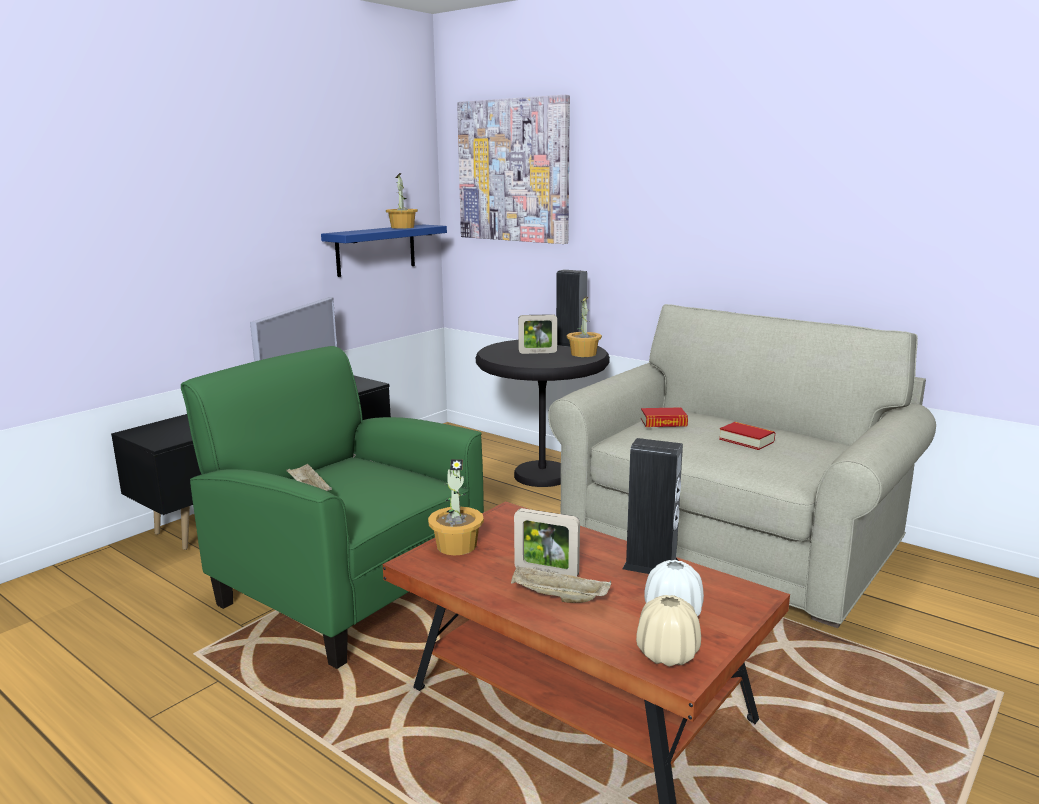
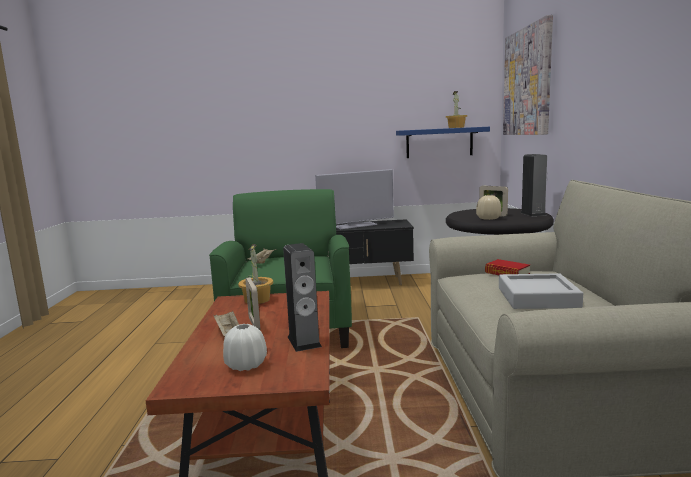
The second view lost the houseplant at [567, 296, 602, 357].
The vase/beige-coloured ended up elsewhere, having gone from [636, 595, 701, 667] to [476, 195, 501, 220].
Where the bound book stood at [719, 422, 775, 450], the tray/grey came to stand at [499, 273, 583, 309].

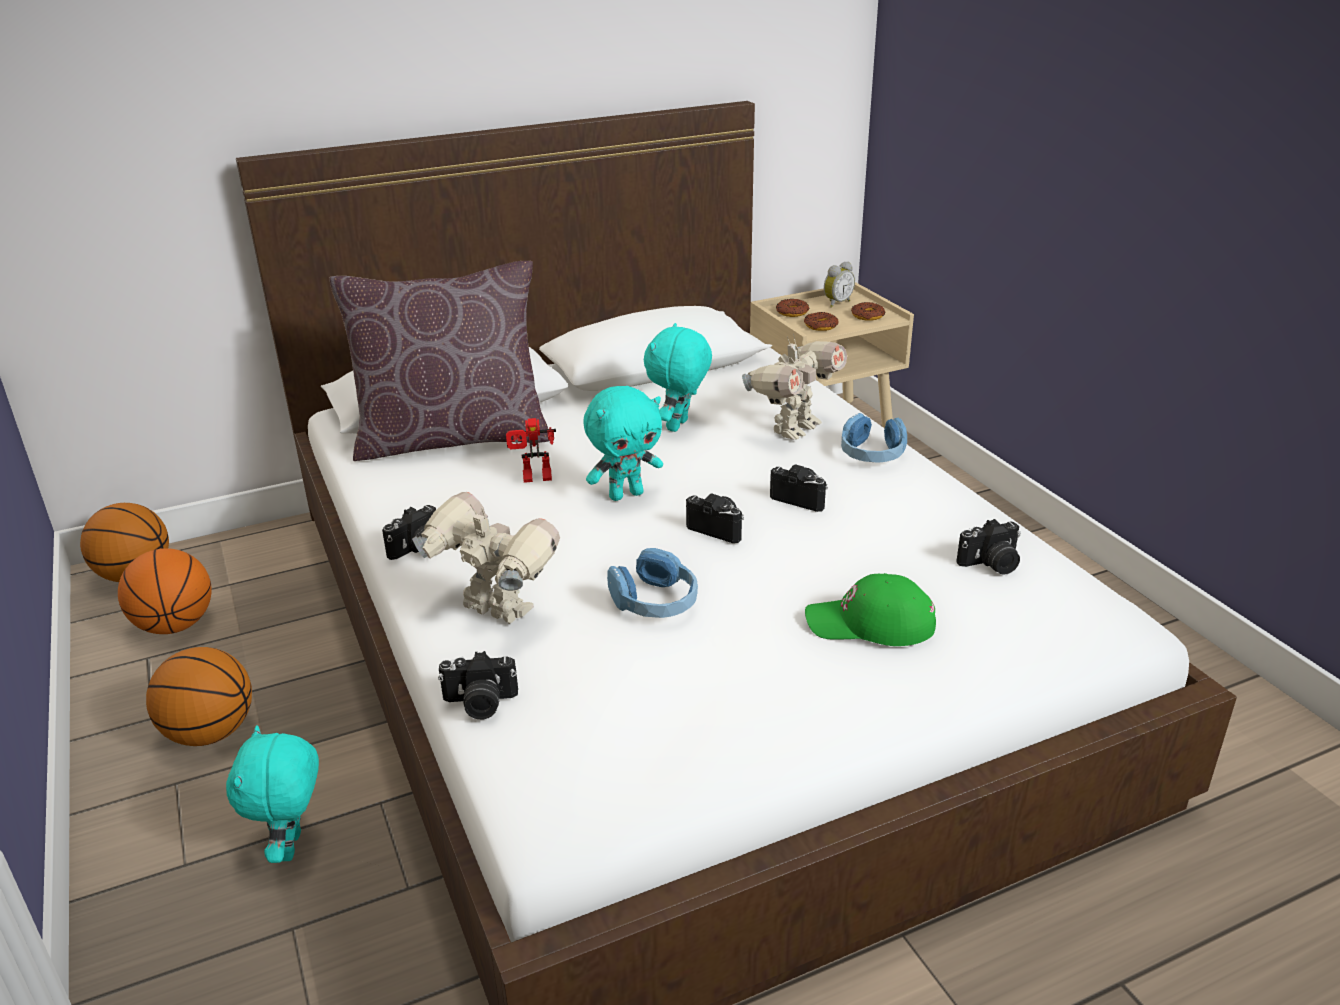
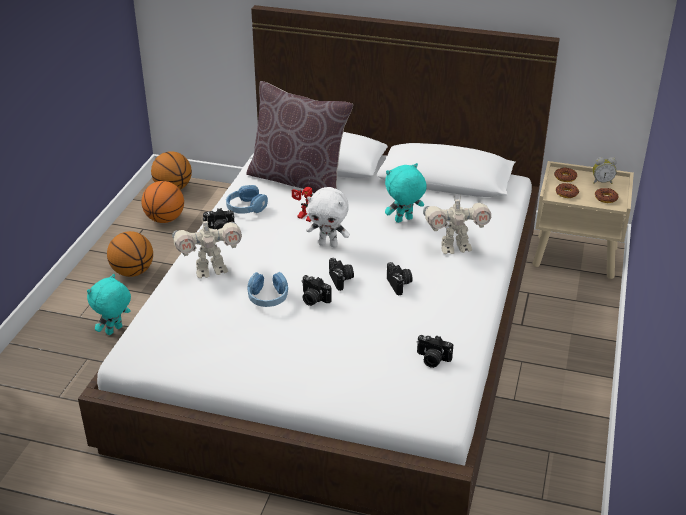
The second view lost the baseball cap/greenish at [805, 573, 936, 646].
The photo camera ended up elsewhere, having gone from [438, 651, 518, 719] to [302, 275, 332, 306].
The headset/bluish ended up elsewhere, having gone from [841, 413, 907, 462] to [226, 185, 268, 214].
What was the plush toy/turquoise-coloured at [584, 386, 663, 501] turned into the plush toy/white at [306, 187, 350, 247].
The robot figure at [412, 492, 560, 624] ended up facing another way, 90 degrees clockwise from before.

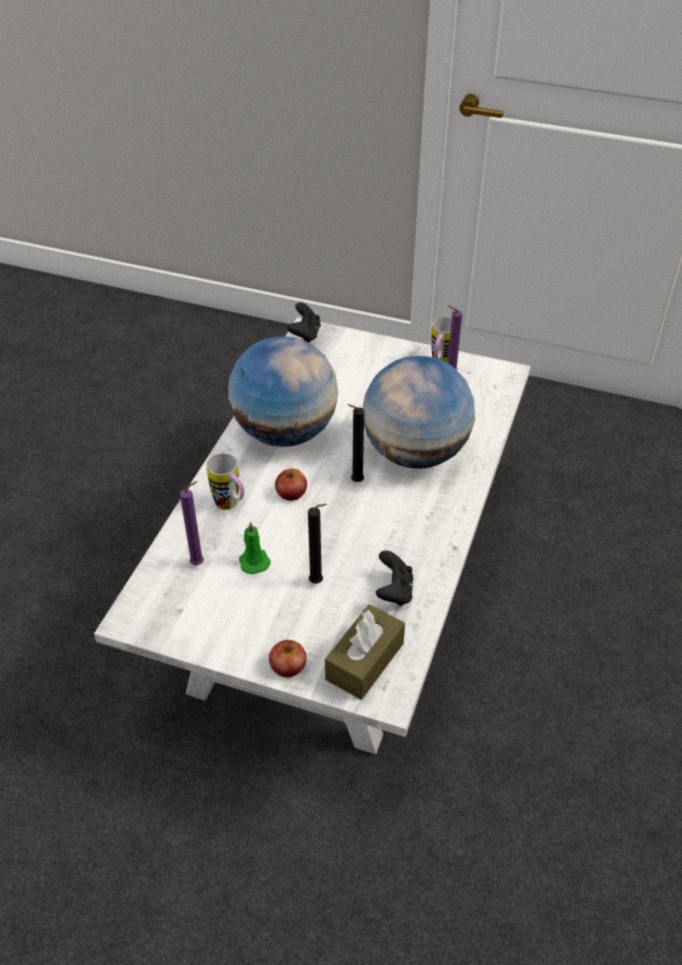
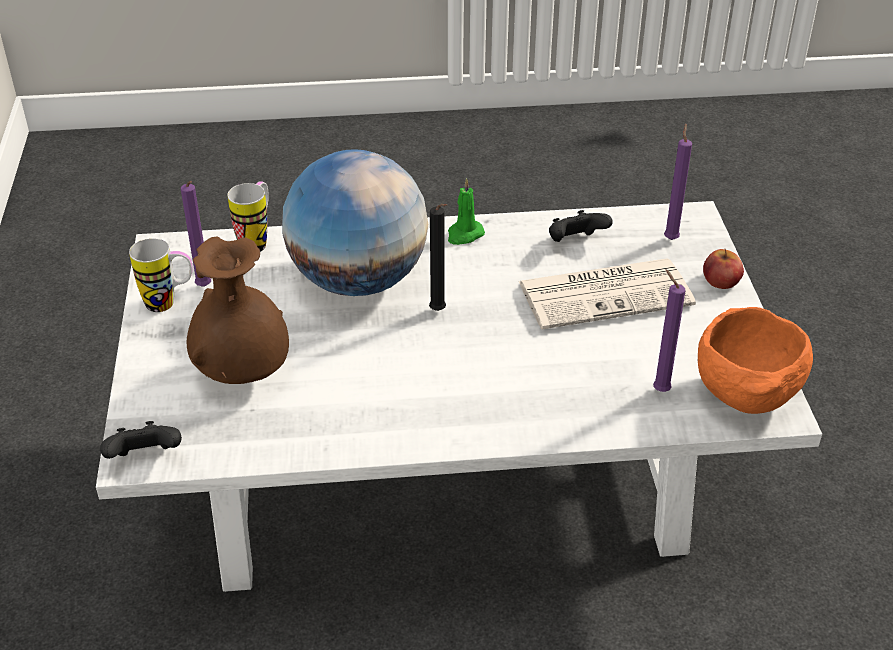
The second view lost the desk globe at [228, 336, 338, 447].
The second view lost the apple at [275, 469, 307, 501].
The second view gained the vase/brown-coloured at [187, 237, 289, 384].
The second view gained the serving bowl/orangey at [698, 307, 813, 414].
The mug ended up elsewhere, having gone from [206, 453, 244, 510] to [227, 181, 269, 252].
The wax light/greenish ended up elsewhere, having gone from [239, 522, 271, 574] to [448, 178, 485, 245].
Where the wax light/black-coloured stood at [308, 504, 327, 584], the daily paper came to stand at [519, 258, 696, 329].
Where the box of tissues/brown-coloured stood at [325, 605, 405, 700], the wax light/purple-coloured came to stand at [664, 124, 692, 240].

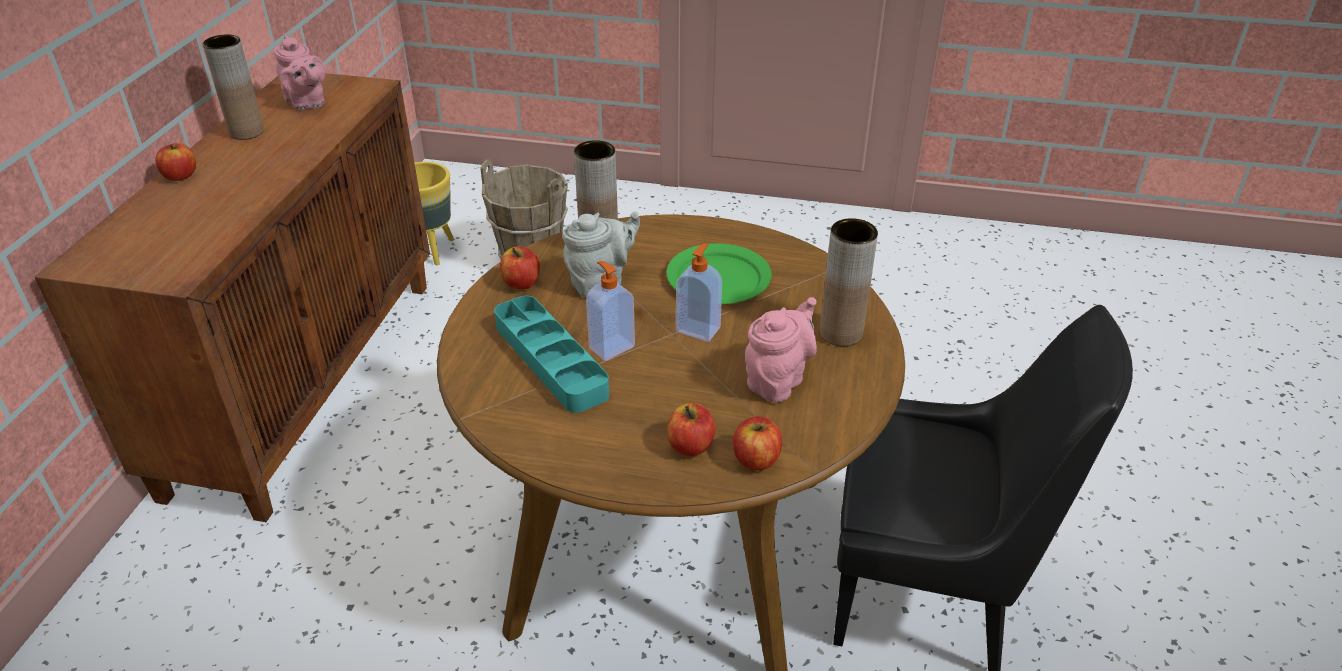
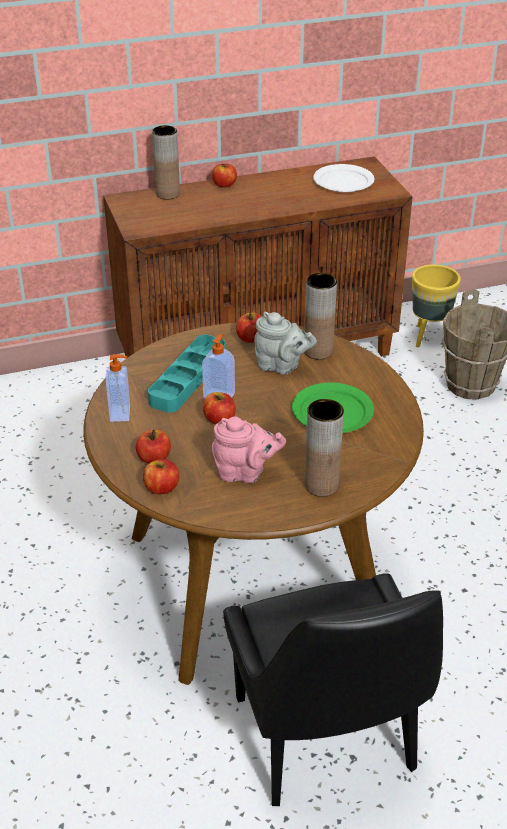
The second view gained the apple at [203, 392, 236, 424].
The vase/brown-coloured ended up elsewhere, having gone from [203, 34, 264, 140] to [152, 125, 180, 200].
The soap bottle ended up elsewhere, having gone from [676, 244, 722, 342] to [106, 354, 130, 422].
Where the pot for tea/pinkish stood at [274, 35, 325, 110], the plate/white came to stand at [313, 164, 374, 192].

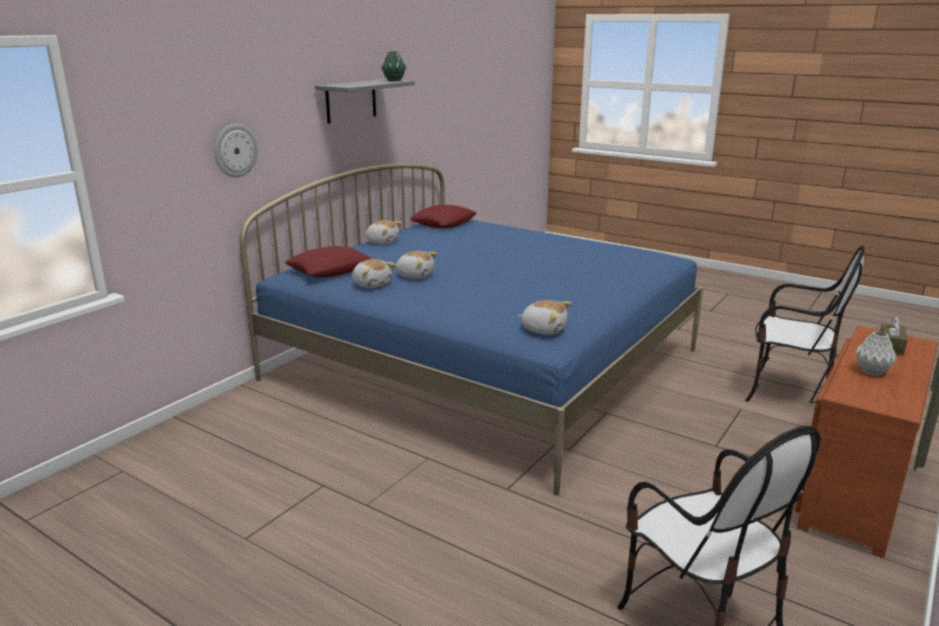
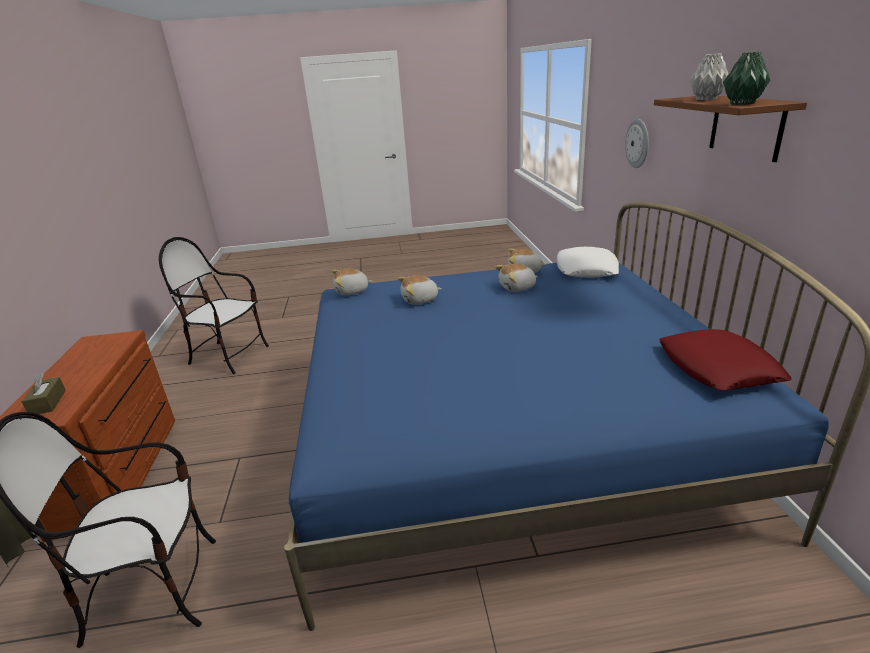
The plush toy ended up elsewhere, having gone from [365, 220, 402, 244] to [398, 275, 442, 305].
The vase/grey ended up elsewhere, having gone from [855, 331, 897, 376] to [690, 53, 729, 100].
What was the cushion/red at [285, 246, 372, 277] turned into the cushion/white at [557, 247, 619, 278].
What was the shelf/grey at [315, 79, 415, 124] turned into the shelf/brown-coloured at [654, 96, 807, 162].

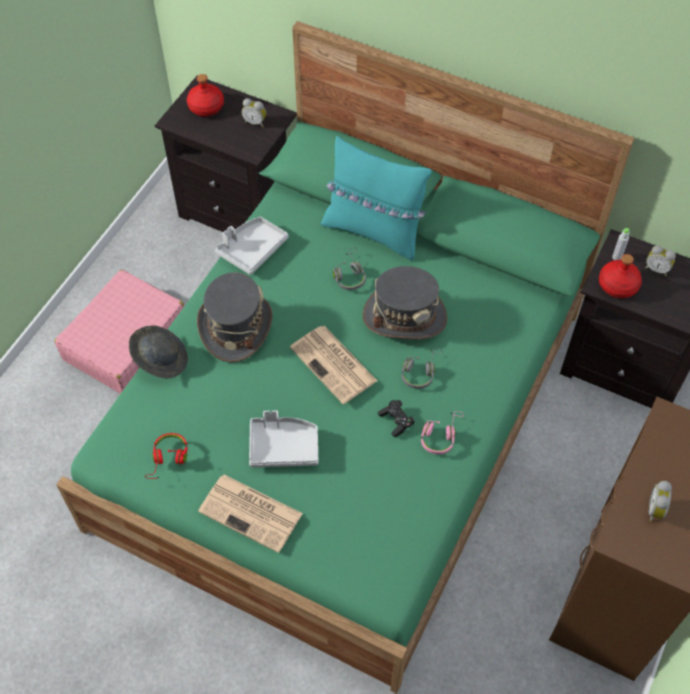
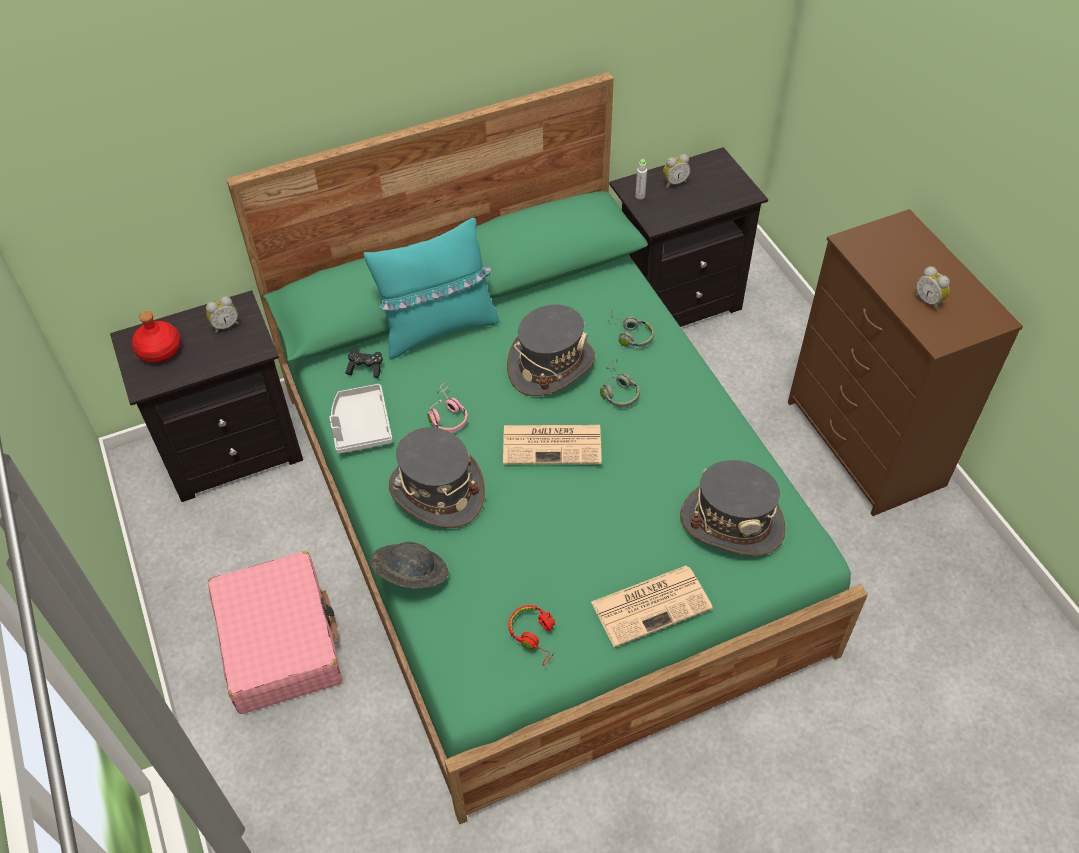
The second view lost the tray/grey at [249, 410, 318, 467].
The second view lost the beverage bottle/red at [599, 254, 642, 298].
The second view gained the wearable hat/grey at [680, 460, 785, 556].
The headset/grey ended up elsewhere, having gone from [333, 247, 366, 290] to [608, 310, 654, 347].
The joypad/black-coloured ended up elsewhere, having gone from [378, 400, 415, 437] to [346, 349, 383, 378].
The headset/pinkish ended up elsewhere, having gone from [421, 411, 464, 454] to [427, 383, 468, 432].

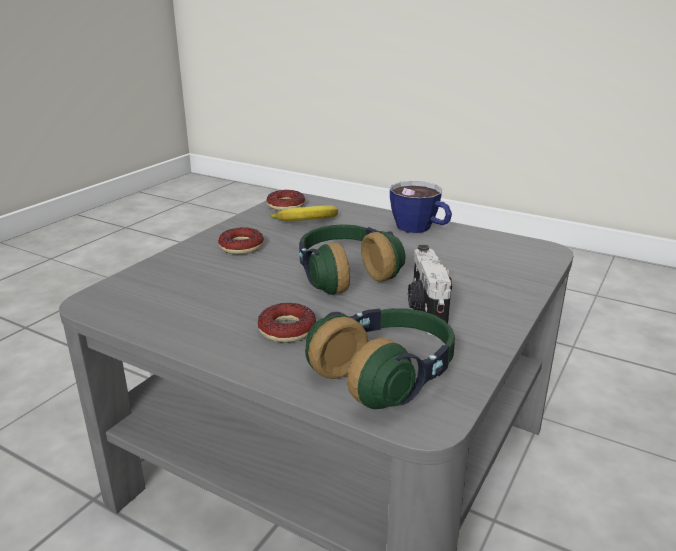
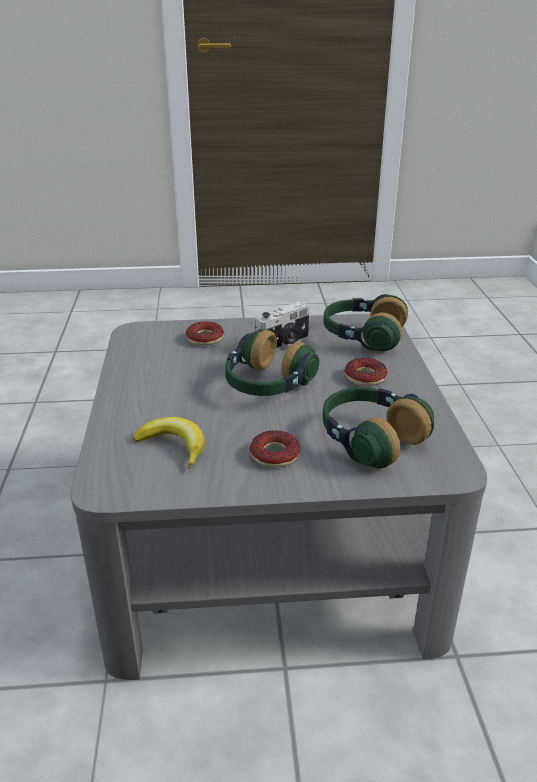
The second view lost the cup at [390, 181, 452, 233].
The second view gained the headset at [323, 387, 434, 469].
The doughnut ended up elsewhere, having gone from [267, 190, 305, 211] to [186, 321, 224, 346].

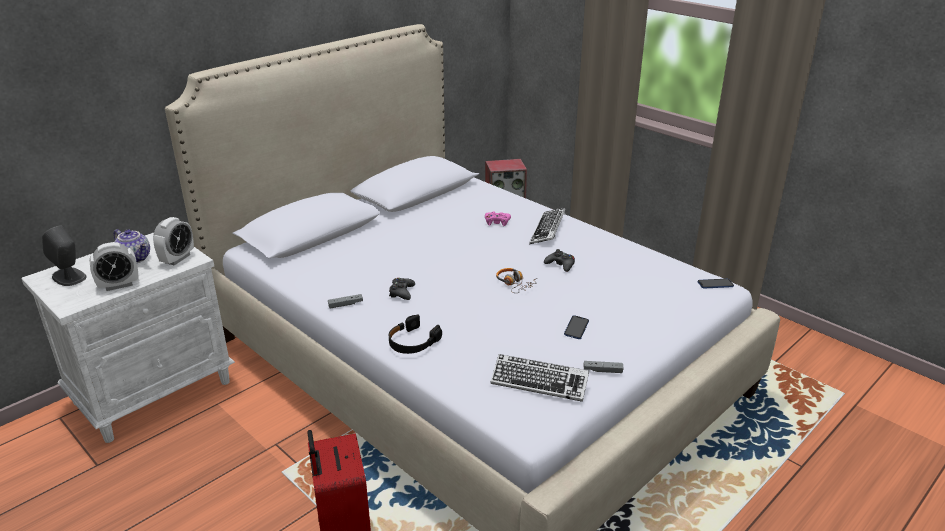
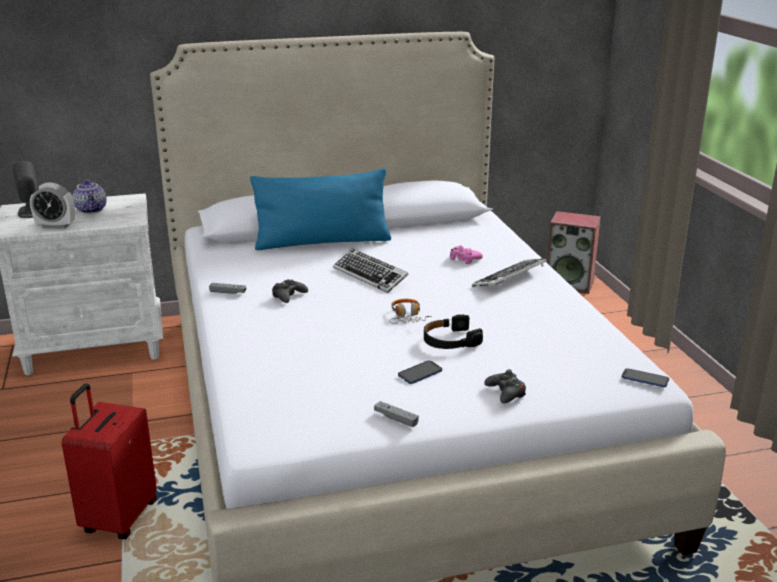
The second view lost the bedside clock at [153, 217, 194, 265].
The second view gained the cushion/bluish at [250, 168, 391, 250].
The headset/black-coloured ended up elsewhere, having gone from [389, 315, 442, 354] to [424, 315, 483, 349].
The computer keyboard ended up elsewhere, having gone from [490, 354, 589, 402] to [333, 249, 409, 293].
The joypad/black-coloured ended up elsewhere, having gone from [544, 249, 575, 272] to [484, 369, 526, 404].

